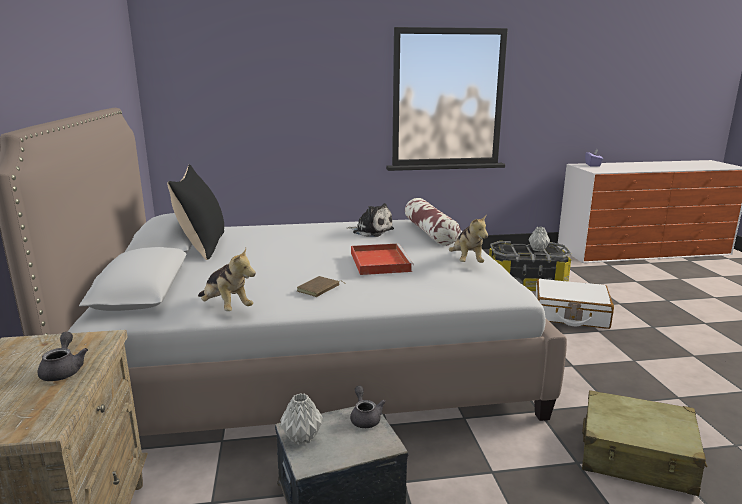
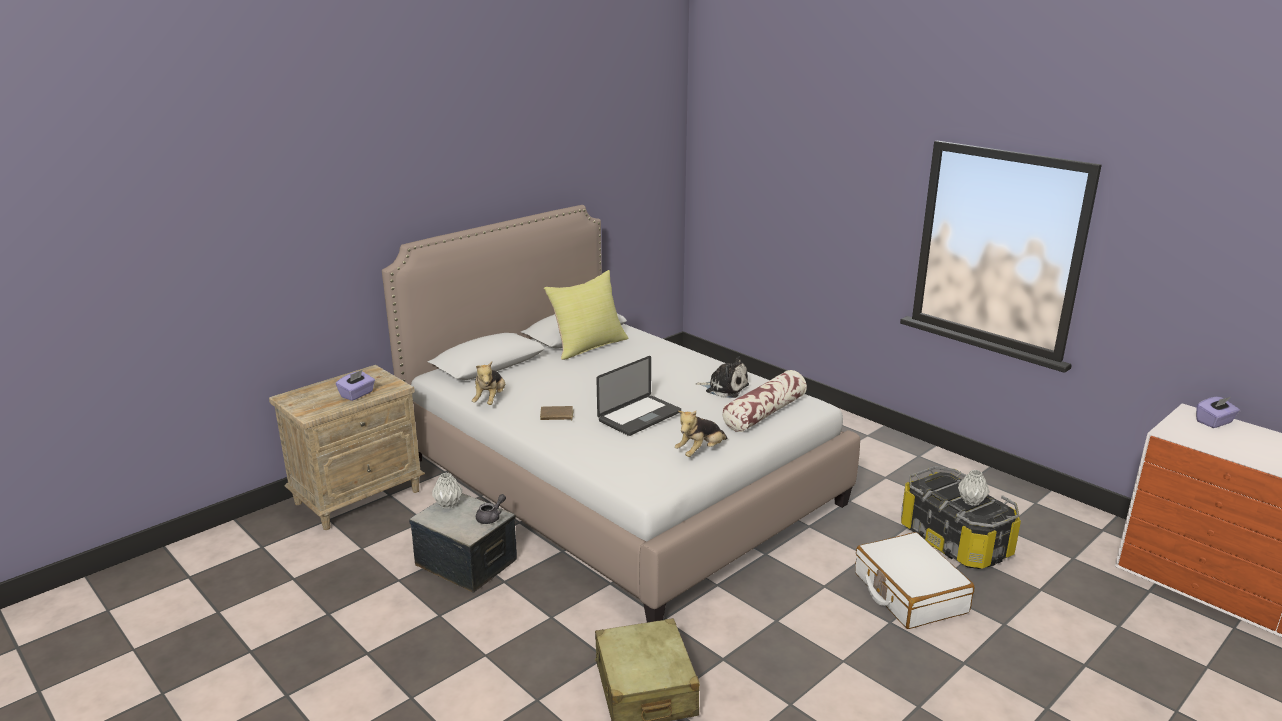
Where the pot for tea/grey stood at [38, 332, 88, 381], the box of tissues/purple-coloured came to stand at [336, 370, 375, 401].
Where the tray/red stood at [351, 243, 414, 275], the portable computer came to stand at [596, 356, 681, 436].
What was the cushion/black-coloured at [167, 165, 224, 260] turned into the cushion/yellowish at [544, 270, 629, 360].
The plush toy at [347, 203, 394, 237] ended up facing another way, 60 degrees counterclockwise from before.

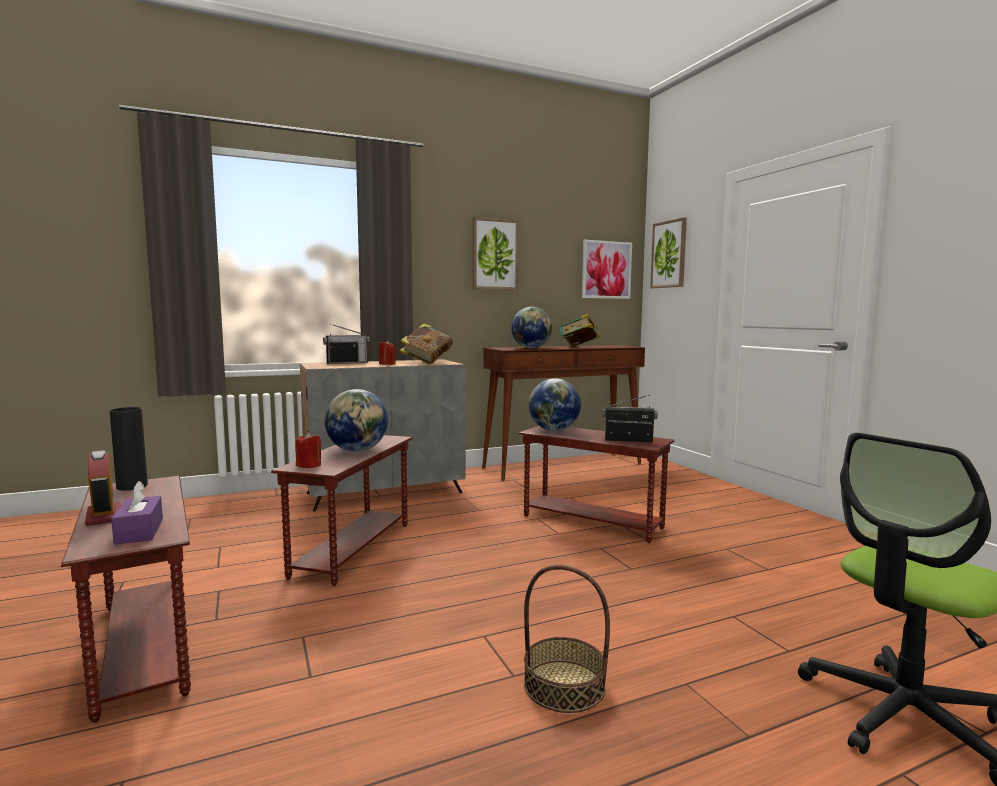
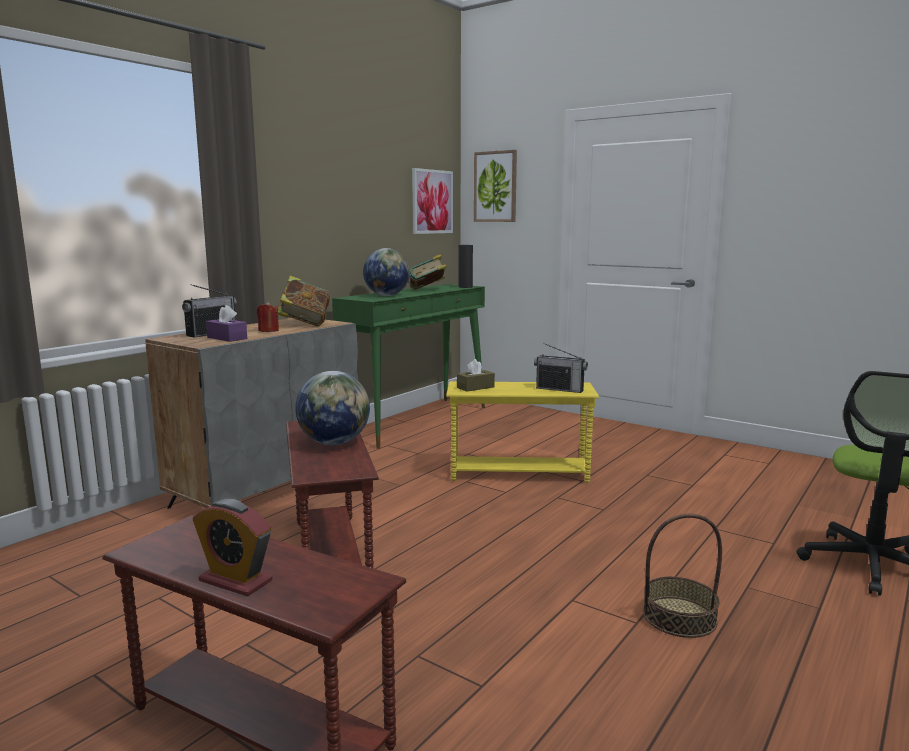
The second view lost the wax light/red at [295, 432, 322, 468].
The second view lost the wall picture at [473, 217, 519, 290].
The vase/black-coloured ended up elsewhere, having gone from [110, 407, 148, 491] to [458, 245, 473, 288].
The box of tissues/purple-coloured ended up elsewhere, having gone from [111, 481, 163, 545] to [206, 305, 247, 342].
Where the desk globe stood at [529, 378, 581, 431], the box of tissues/brown-coloured came to stand at [457, 359, 495, 392].
What was the hall table/brown-coloured at [482, 345, 645, 481] turned into the hall table/greenish at [332, 284, 485, 449].
What was the end table/brown-coloured at [519, 426, 674, 543] turned into the end table/yellowish at [446, 381, 599, 484].
The radio at [602, 395, 658, 443] ended up facing another way, 135 degrees counterclockwise from before.

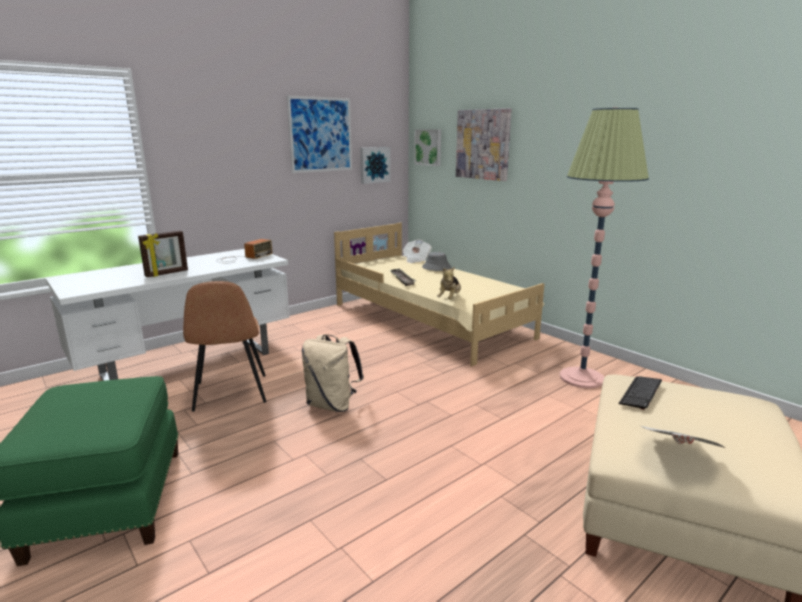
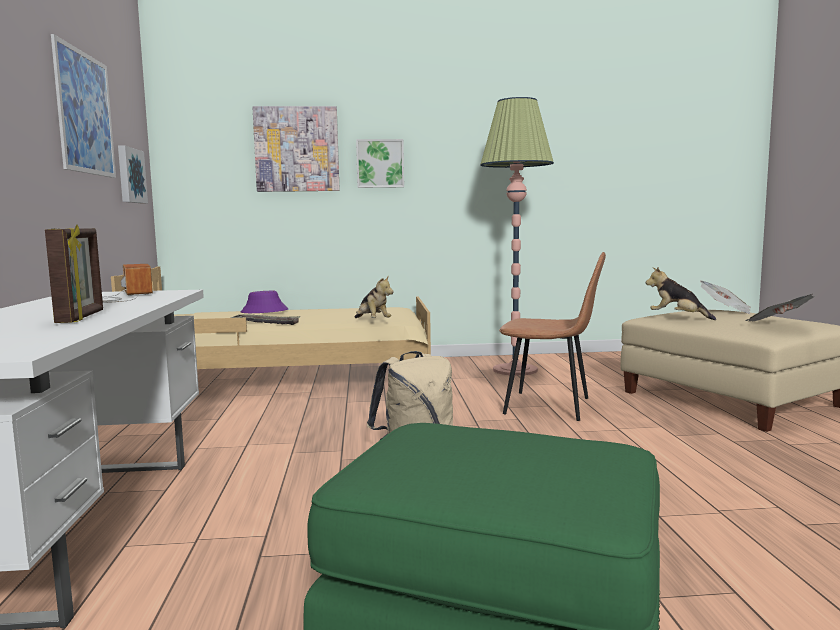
The chair/brown-coloured ended up elsewhere, having gone from [183, 281, 266, 412] to [499, 252, 606, 421].
The daily paper ended up elsewhere, having gone from [402, 240, 432, 263] to [700, 281, 751, 314].
The wall picture ended up elsewhere, having gone from [414, 130, 441, 166] to [356, 139, 404, 188].
Where the computer keyboard stood at [618, 377, 662, 410], the plush toy came to stand at [645, 267, 716, 320].
What was the wearable hat/grey at [422, 252, 452, 271] turned into the wearable hat/purple-coloured at [241, 291, 288, 313].

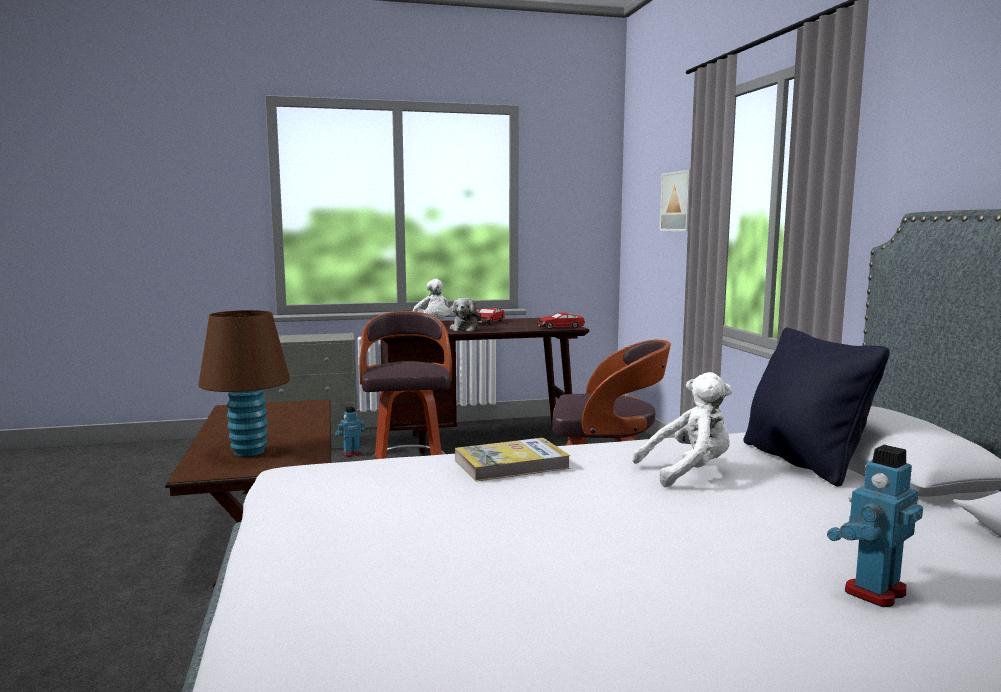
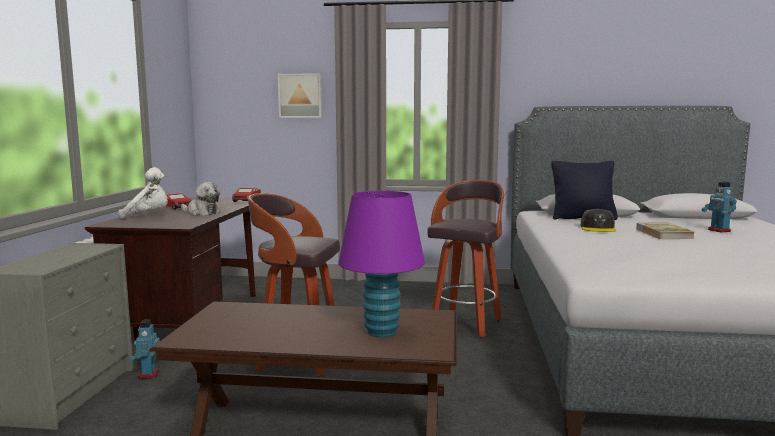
The bound book ended up elsewhere, having gone from [455, 438, 570, 481] to [636, 223, 694, 239].
Where the plush toy/white stood at [632, 372, 733, 487], the baseball cap/grey came to stand at [581, 209, 616, 232].
What was the lamp for a table/brown-coloured at [198, 310, 290, 457] turned into the lamp for a table/purple-coloured at [338, 191, 425, 337].

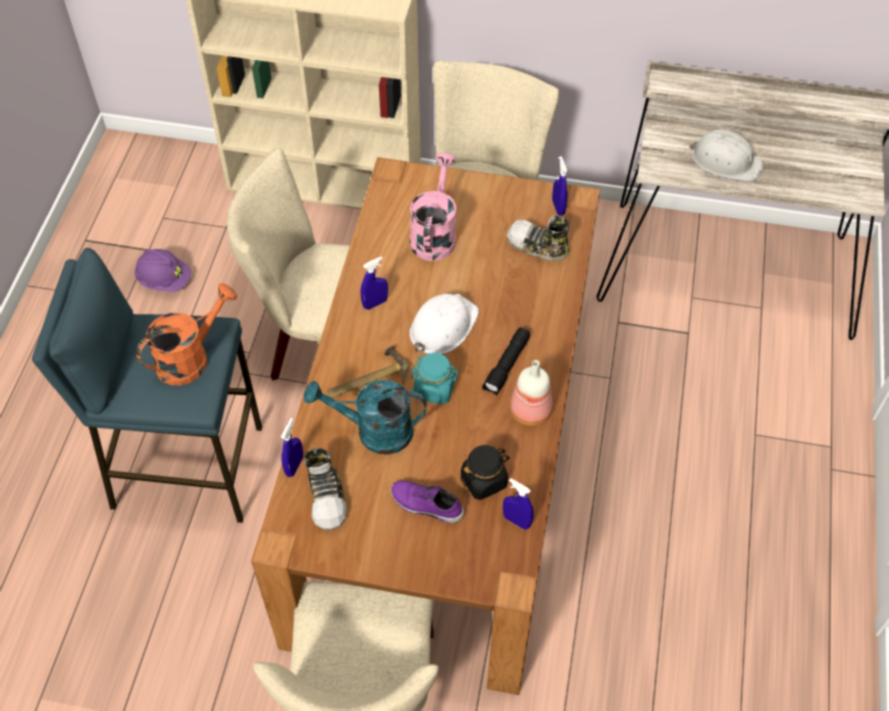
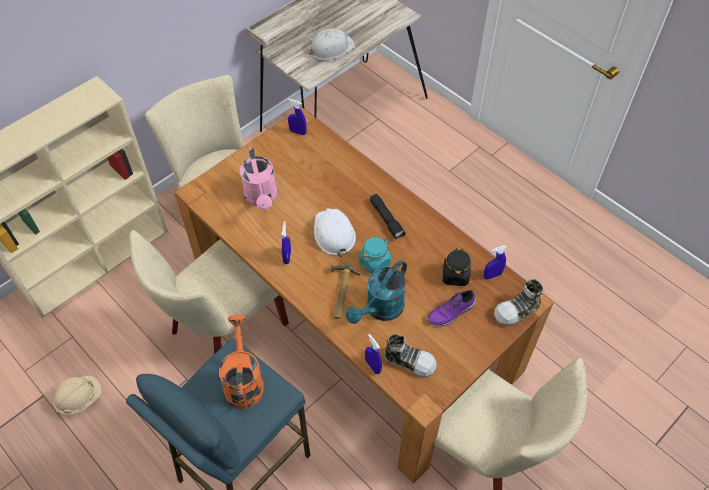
The second view lost the beverage bottle at [510, 360, 553, 426].
The item of footwear ended up elsewhere, having gone from [507, 215, 569, 261] to [494, 280, 543, 327].
What was the work helmet/purple-coloured at [135, 249, 191, 292] turned into the work helmet/beige-coloured at [53, 375, 101, 415].
The sprinkling can/pinkish at [410, 153, 457, 261] ended up facing another way, 150 degrees counterclockwise from before.

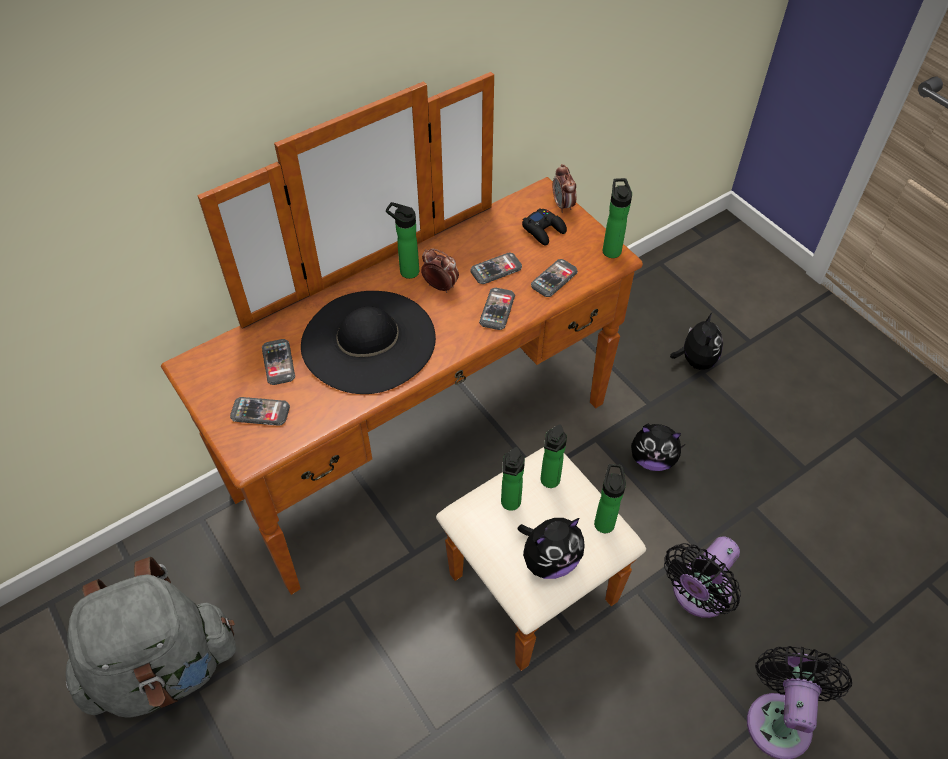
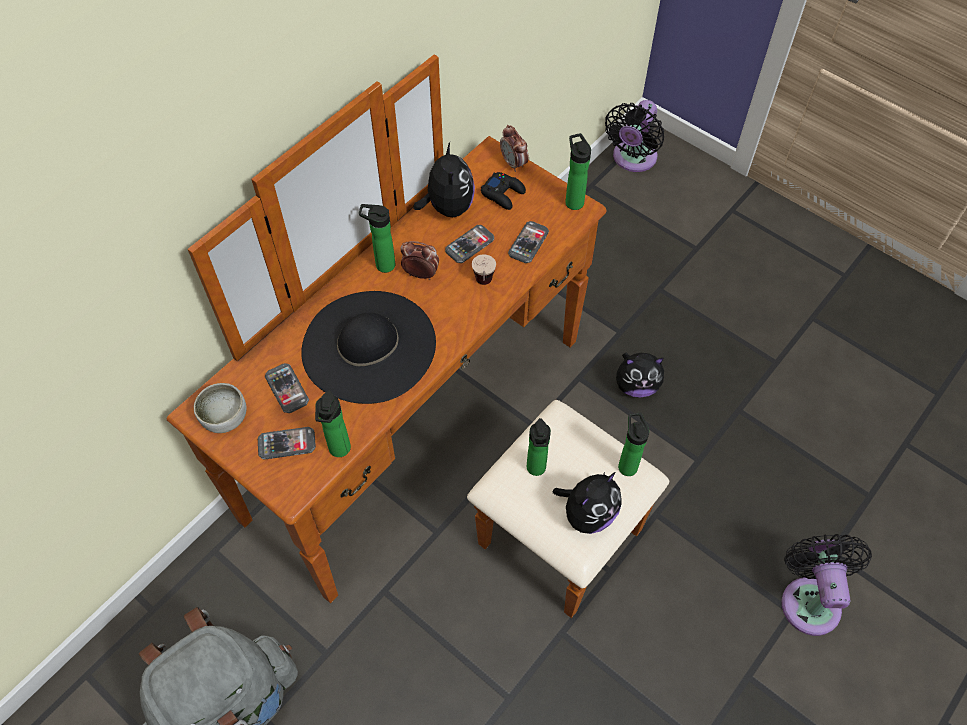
The second view gained the serving bowl at [194, 383, 247, 433].
The beverage bottle ended up elsewhere, having gone from [541, 424, 567, 488] to [315, 390, 351, 457].
The cooling fan/black-coloured ended up elsewhere, having gone from [664, 536, 741, 618] to [605, 100, 664, 172].
The plush toy ended up elsewhere, having gone from [670, 313, 723, 370] to [413, 142, 475, 217].
Where the handset stood at [479, 288, 515, 330], the cup came to stand at [472, 254, 496, 285].

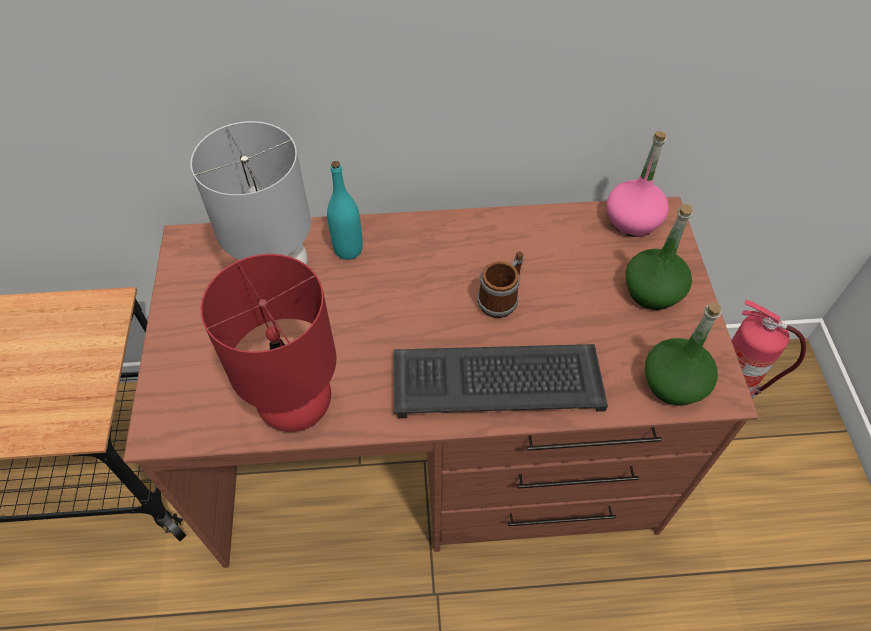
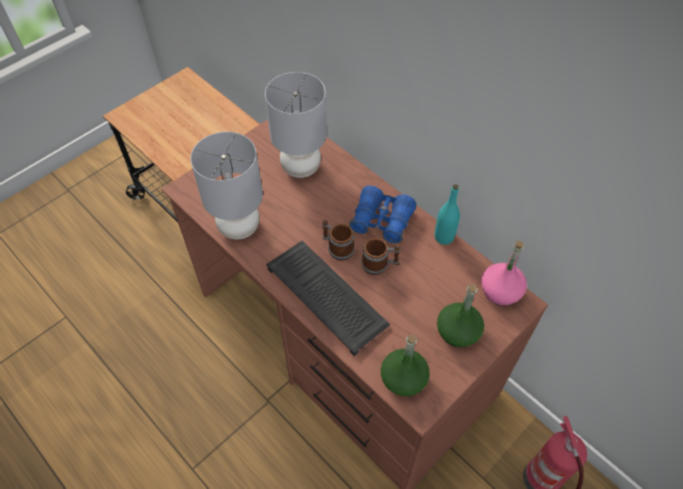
The second view gained the mug at [322, 220, 355, 261].
The second view gained the field glasses/bluish at [349, 186, 416, 244].
The beverage bottle/turquoise-coloured ended up elsewhere, having gone from [327, 161, 363, 260] to [435, 184, 460, 245].
What was the lamp for a table/red at [201, 254, 336, 432] turned into the lamp for a table/grey at [190, 132, 263, 239].

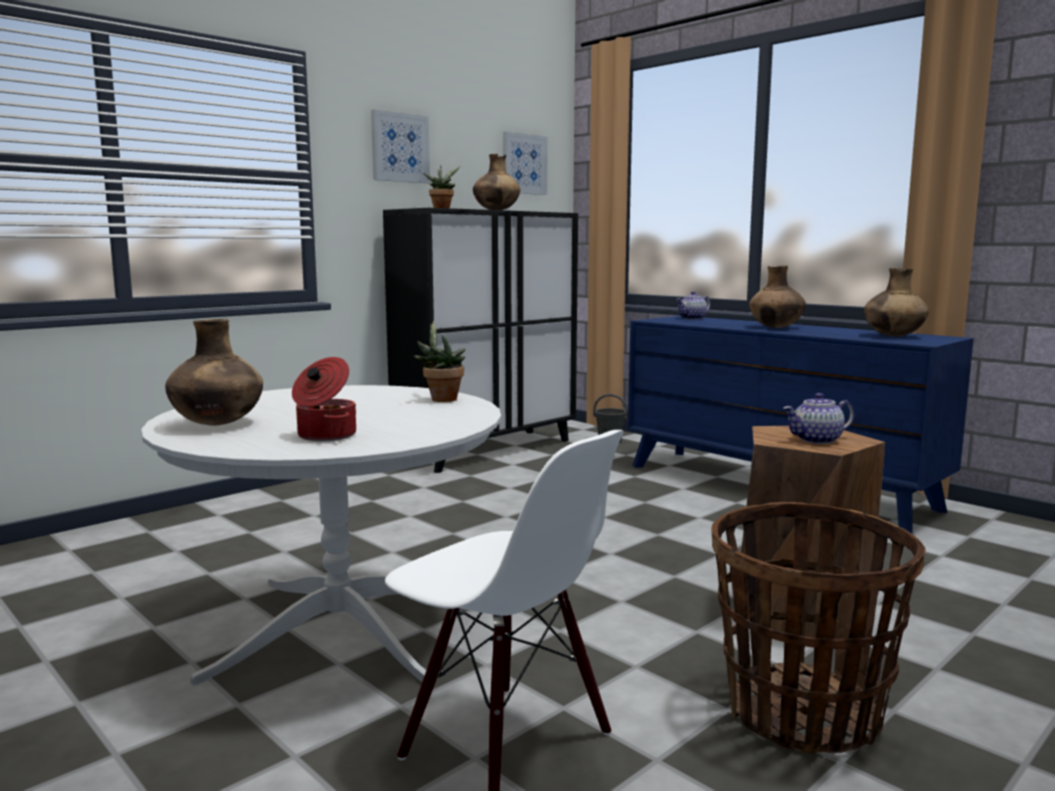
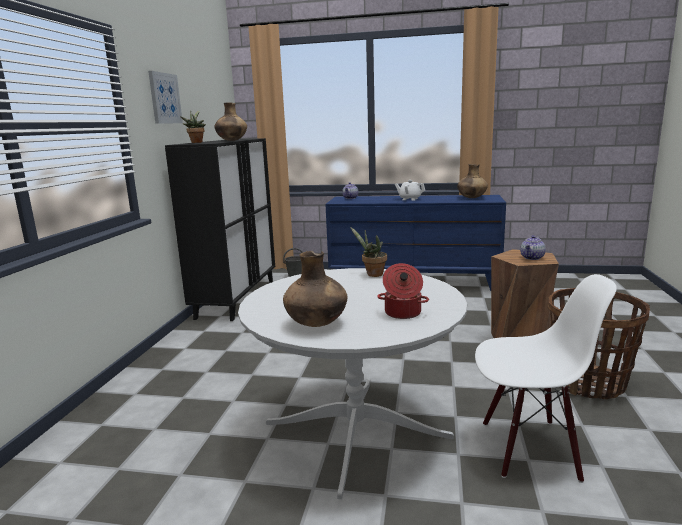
The second view lost the wall picture at [503, 132, 547, 195].
Where the vase/brown-coloured stood at [749, 266, 806, 328], the pot for tea/white came to stand at [395, 180, 425, 201].

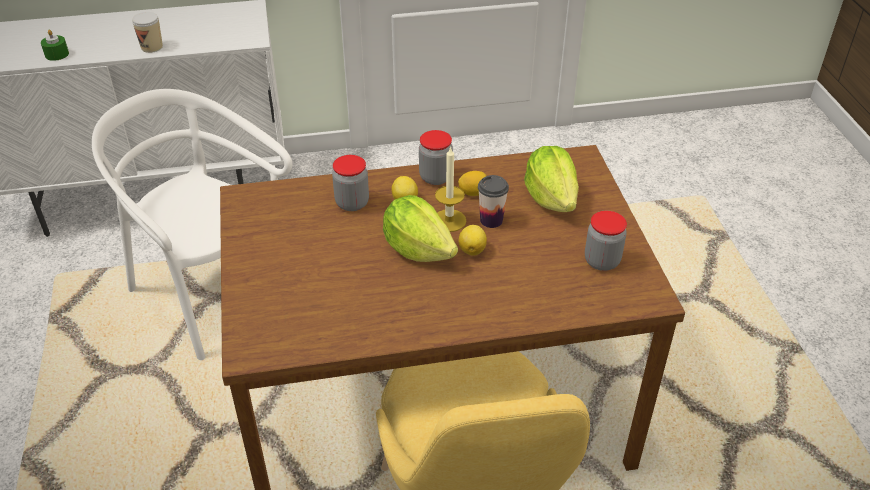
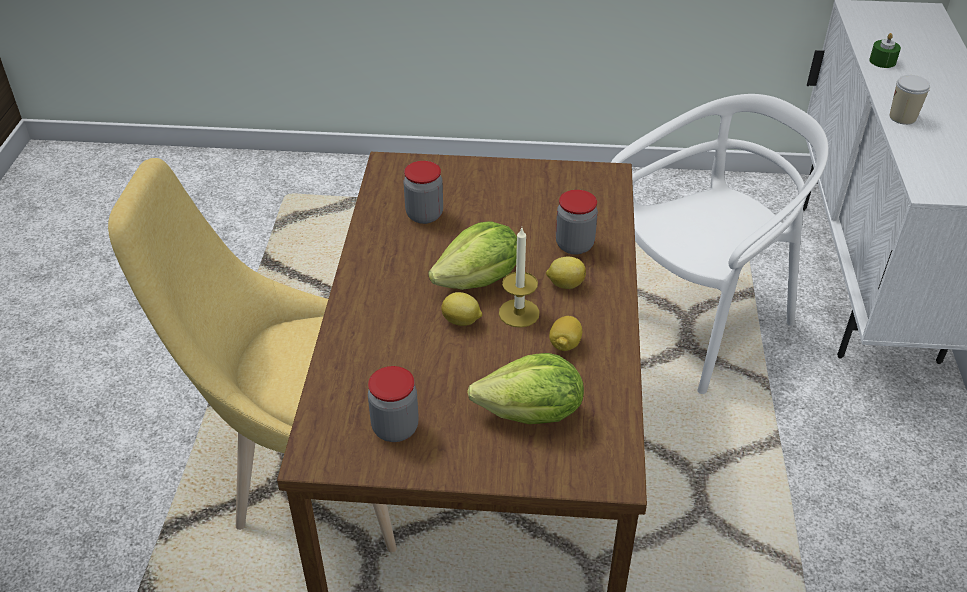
The second view lost the cup at [478, 175, 509, 228].
The jar ended up elsewhere, having gone from [419, 130, 453, 185] to [404, 161, 443, 224].

